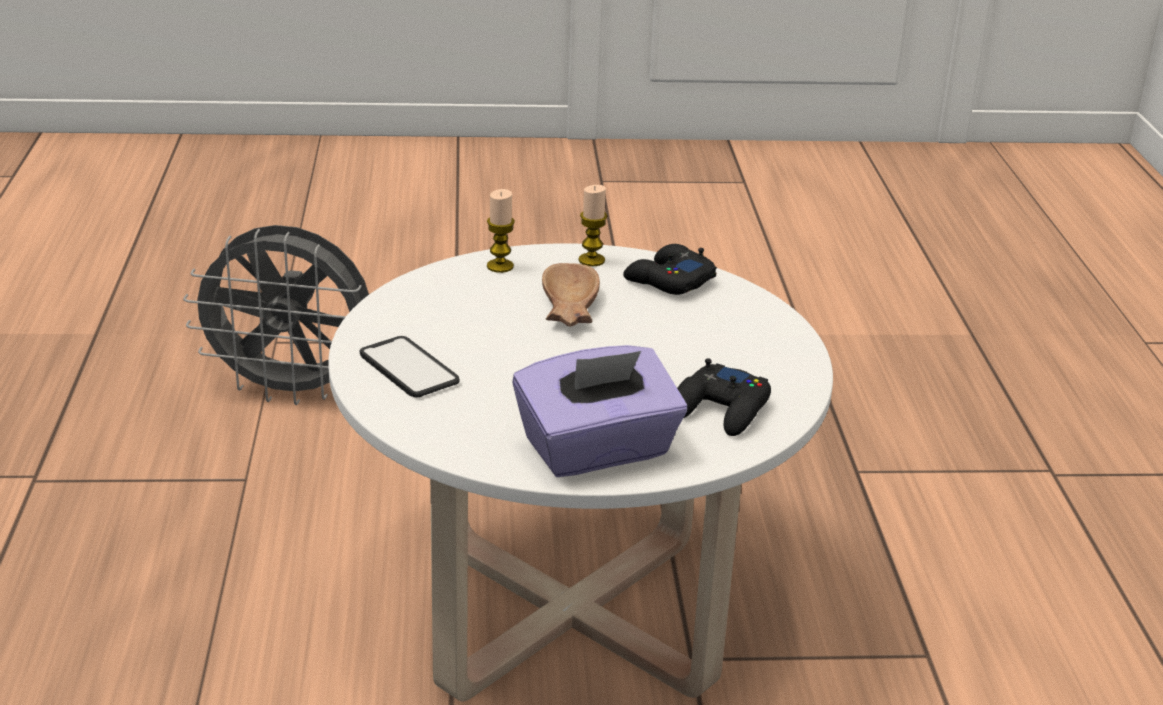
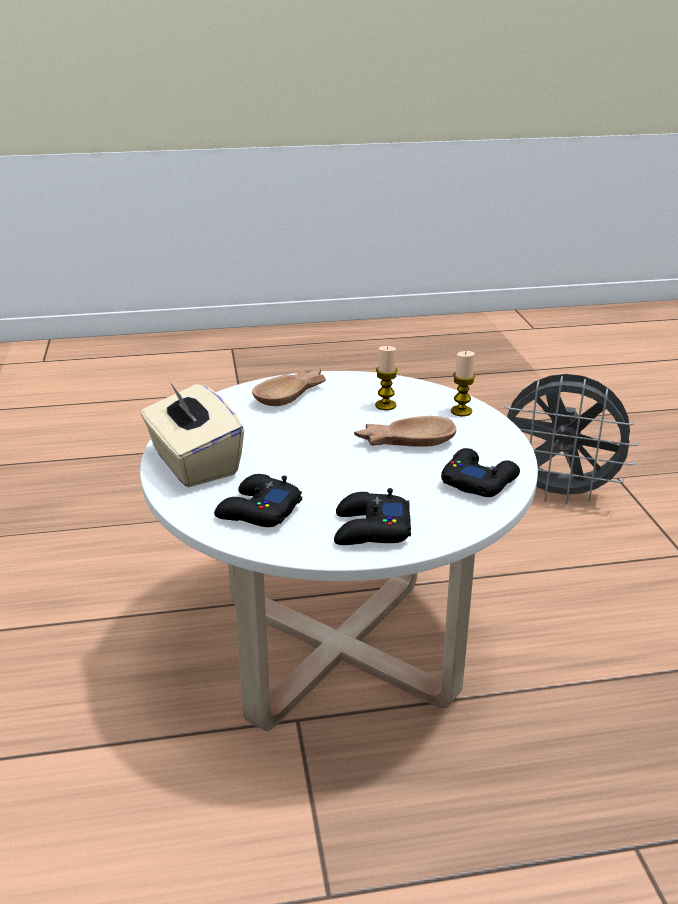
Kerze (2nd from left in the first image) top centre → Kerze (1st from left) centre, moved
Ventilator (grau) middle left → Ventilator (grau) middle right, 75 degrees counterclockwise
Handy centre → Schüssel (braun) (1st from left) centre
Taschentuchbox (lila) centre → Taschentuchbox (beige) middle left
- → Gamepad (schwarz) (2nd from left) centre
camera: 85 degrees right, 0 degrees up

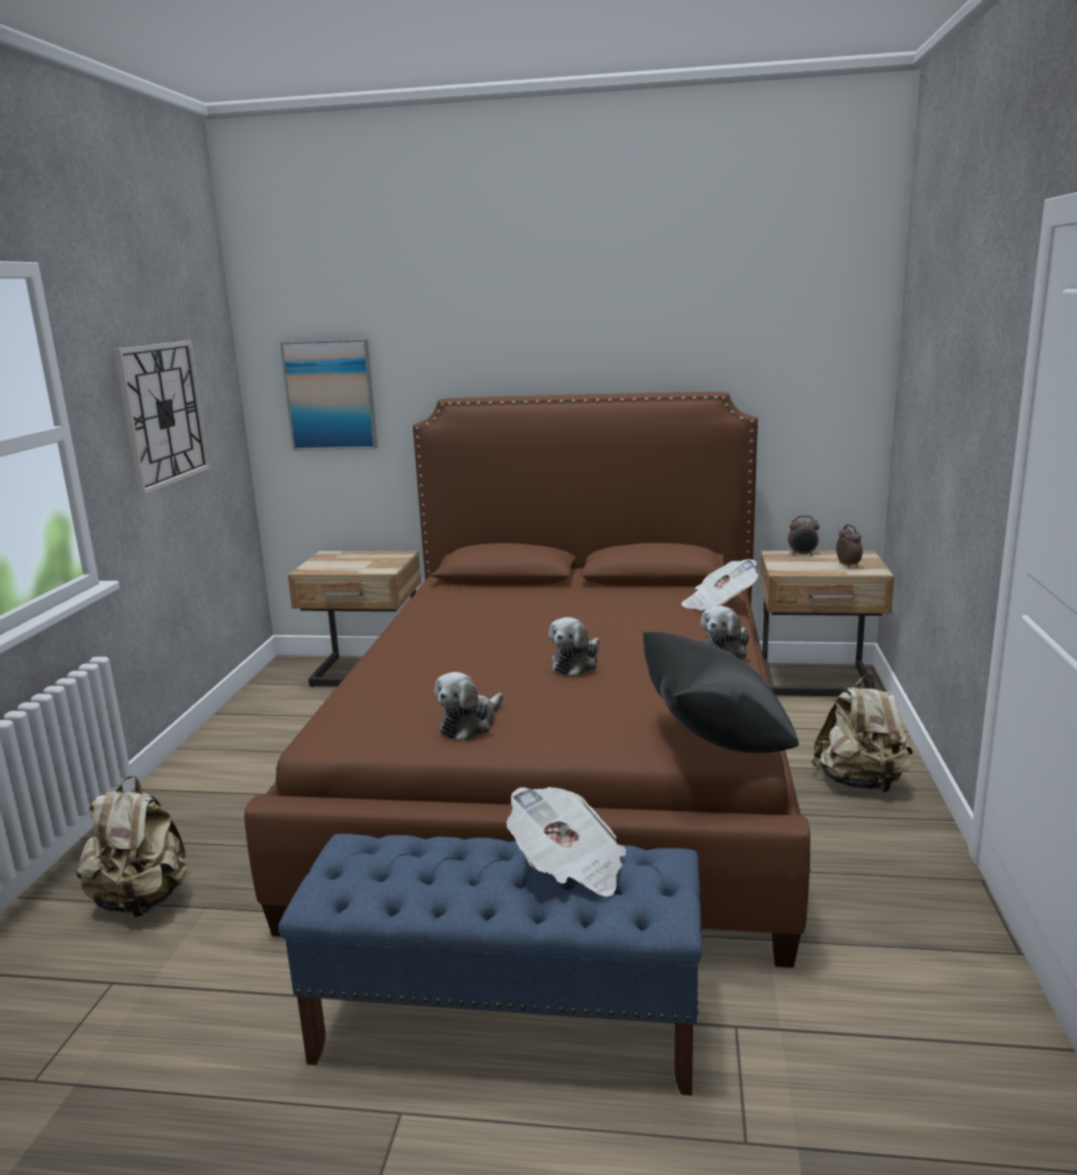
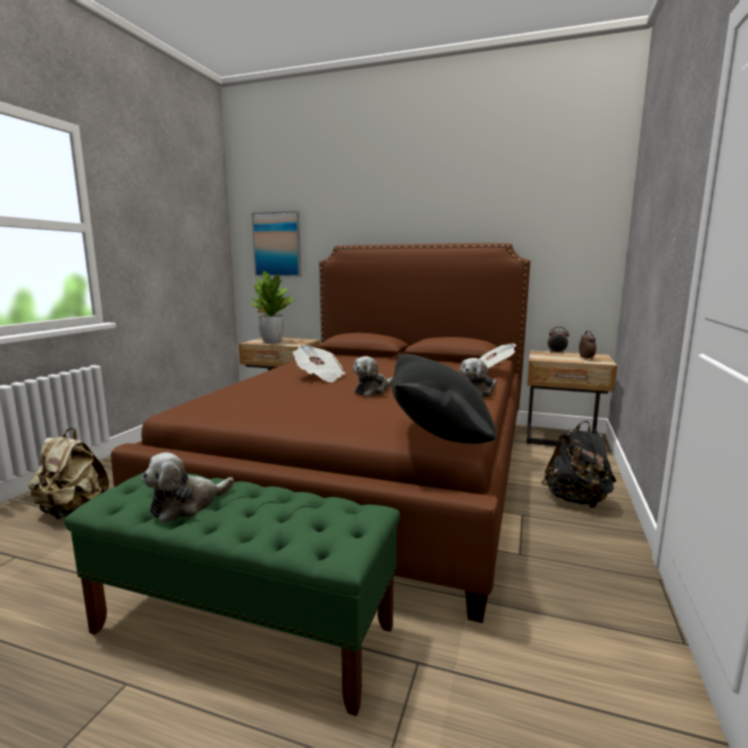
Wanduhr middle left → -
Plüschtier (1st from left) centre → Plüschtier (1st from left) middle left, moved
Rucksack (beige) (2nd from left) middle right → Rucksack (schwarz) middle right
Zeitung (1st from left) bottom centre → Zeitung (1st from left) centre, moved
Bank (blau) bottom centre → Bank (grün) bottom left
- → Topfpflanze centre
camera: 10 degrees right, 5 degrees down

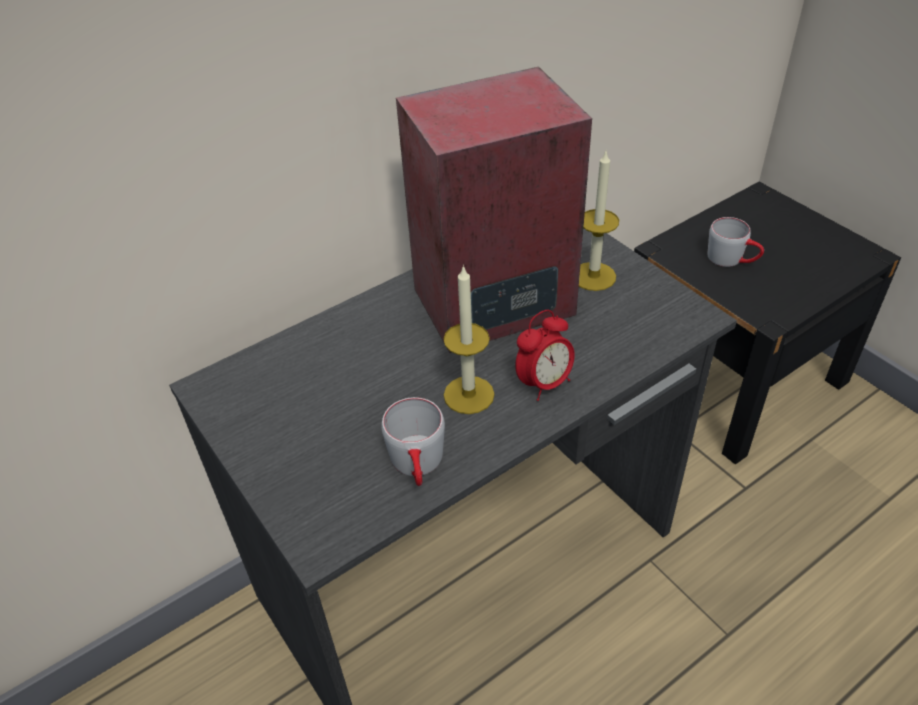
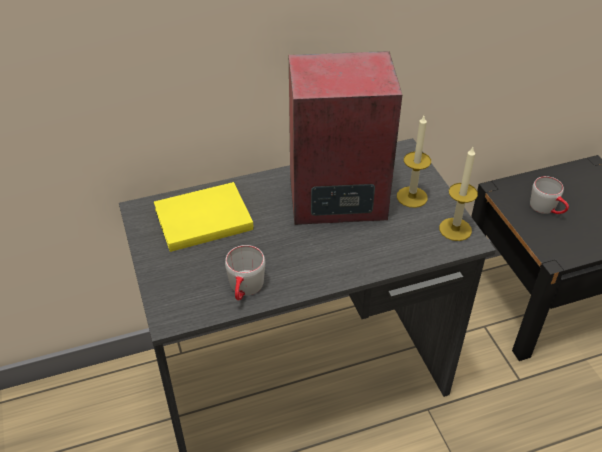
Kerze (1st from left in the first image) centre → Kerze (2nd from left) middle right, moved
Wecker centre → -
- → Buch (gelb) centre
camera: 15 degrees right, 0 degrees up

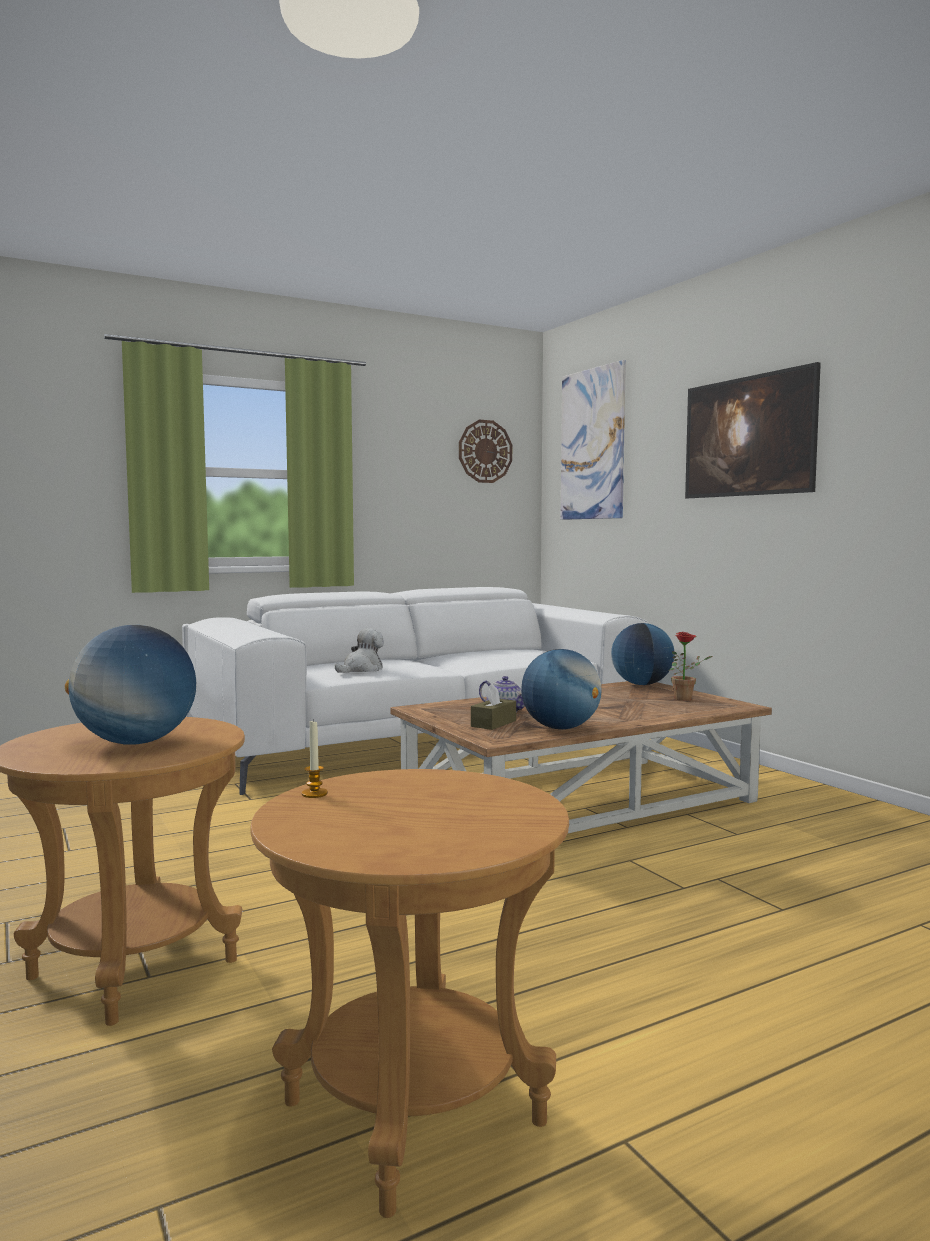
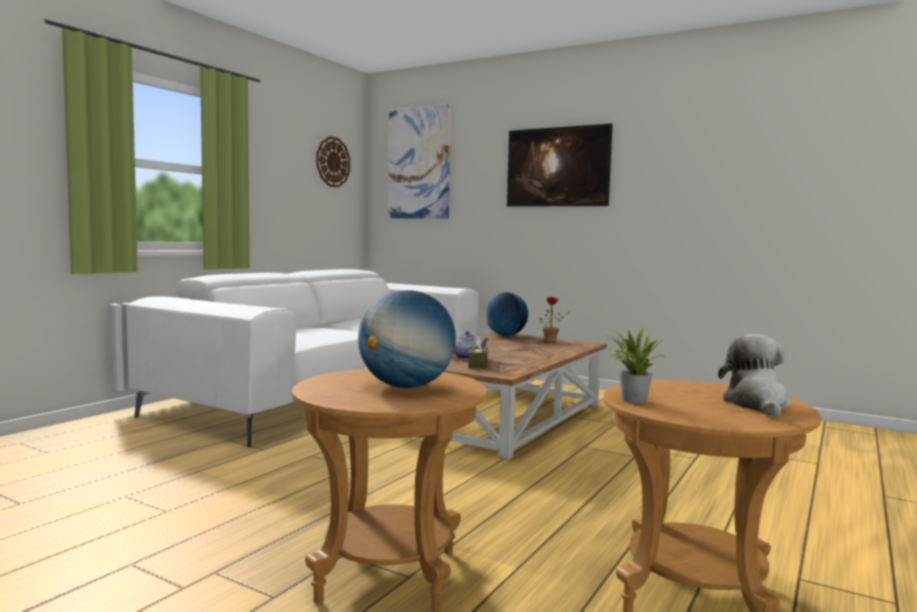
Plüschtier centre → Plüschtier middle right, moved
Globus (2nd from left) centre → -
Kerze centre → Topfpflanze (2nd from left) middle right
camera: 30 degrees left, 0 degrees up

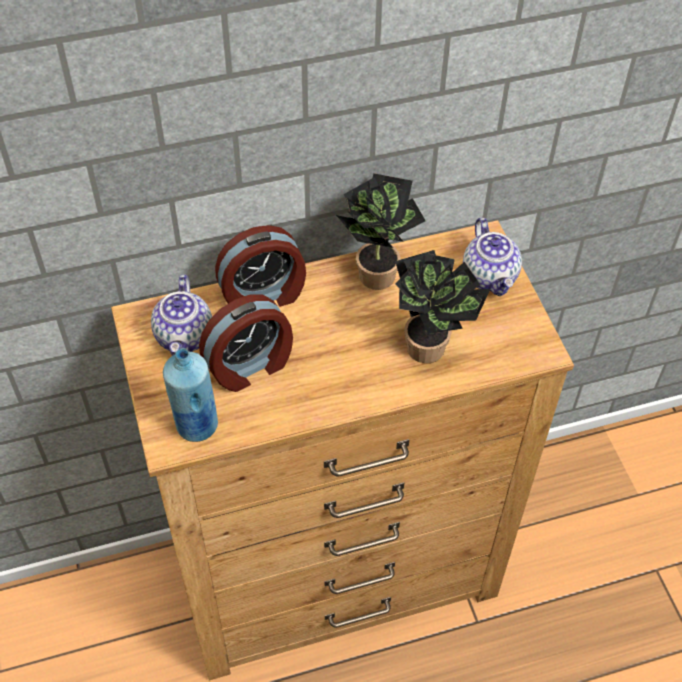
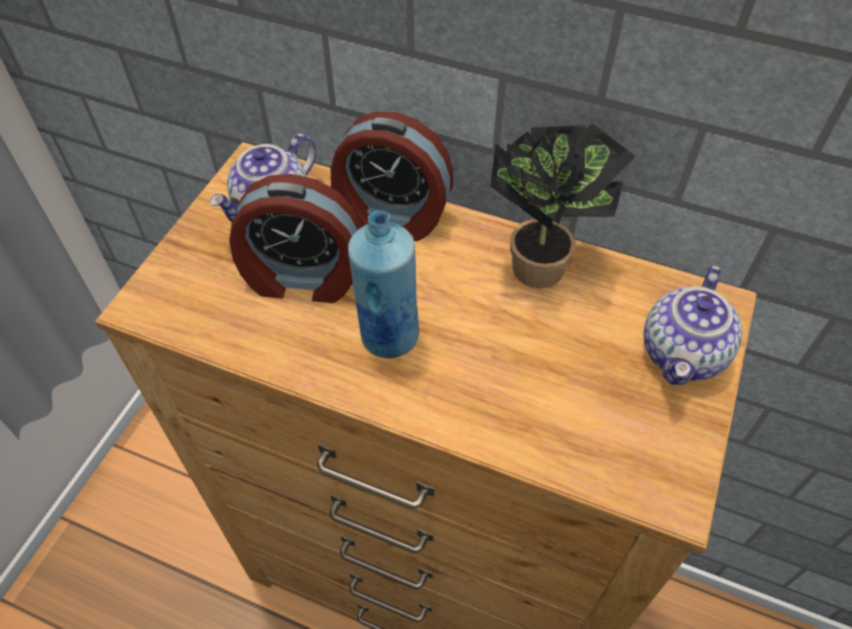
Topfpflanze (2nd from left) centre → -
Flasche (blau) middle left → Flasche (blau) centre, moved
camera: 40 degrees right, 0 degrees up

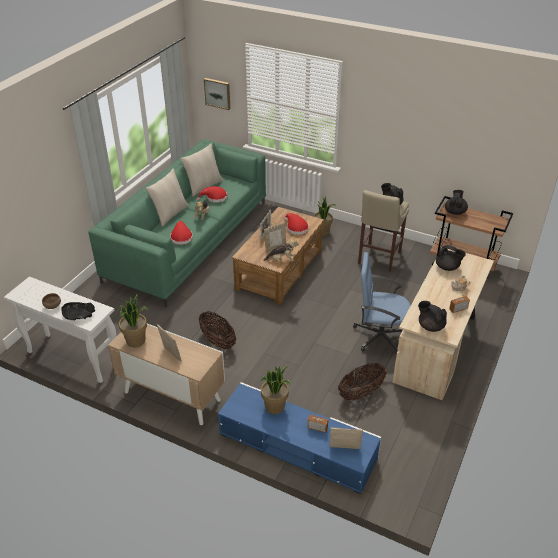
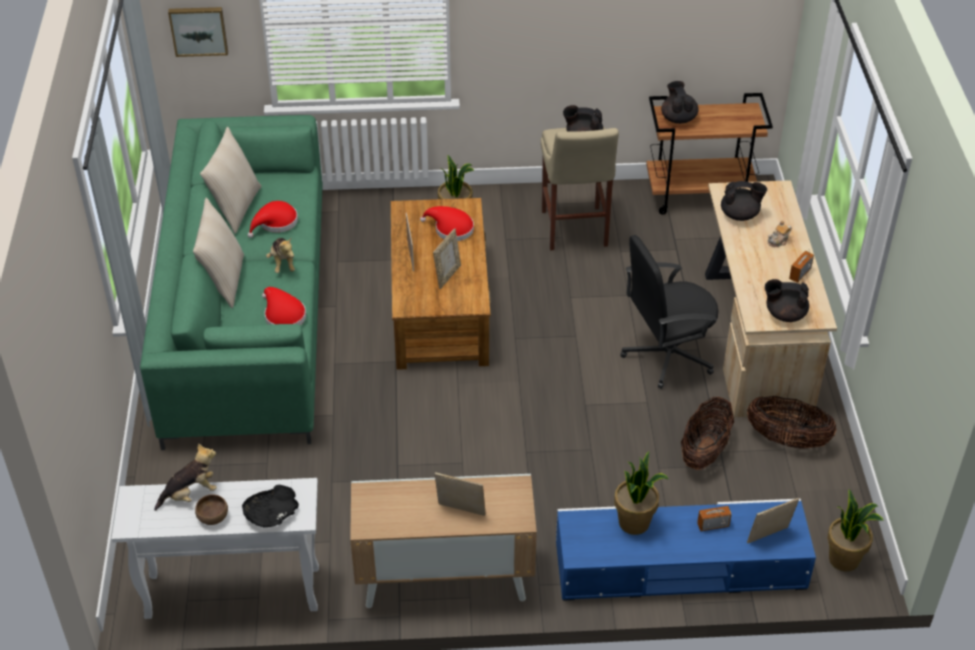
Plüschtier (2nd from left in the first image) centre → Plüschtier (1st from left) bottom left, moved
Bürostuhl (blau) middle right → Bürostuhl (schwarz) middle right
Topfpflanze (1st from left in the first image) middle left → Topfpflanze (3rd from left) bottom right, moved
Korb (1st from left in the first image) centre → Korb (2nd from left) middle right, moved
camera: 30 degrees left, 5 degrees up

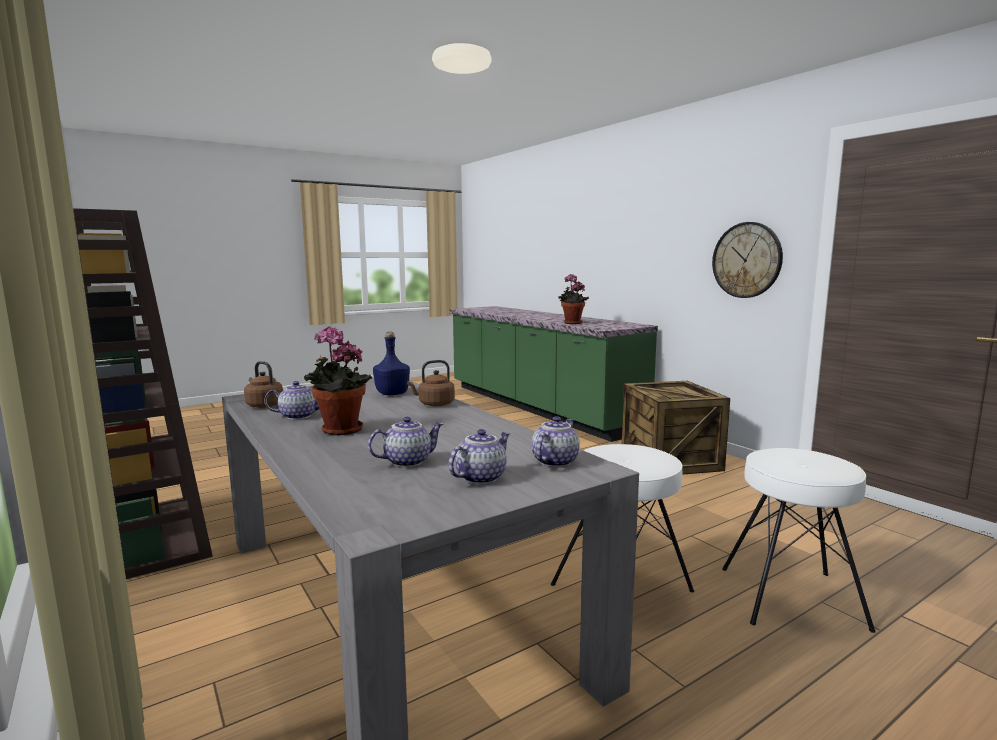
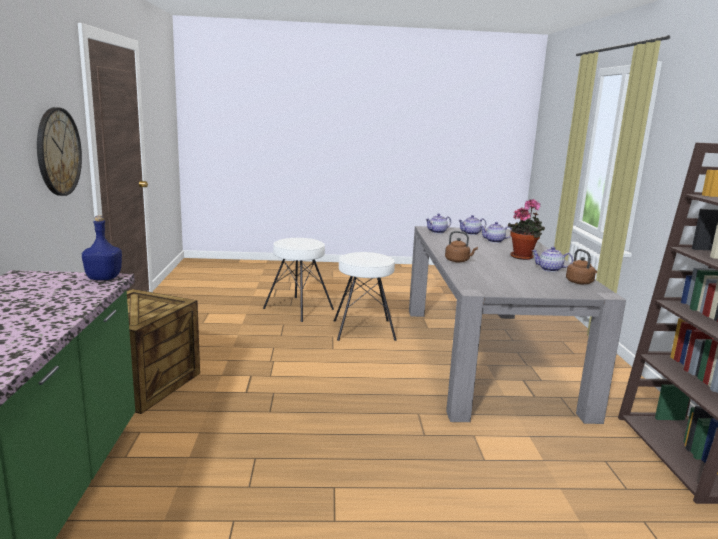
Topfpflanze (2nd from left) centre → -
Flasche (blau) centre → Flasche (blau) middle left, moved
camera: 150 degrees left, 5 degrees up

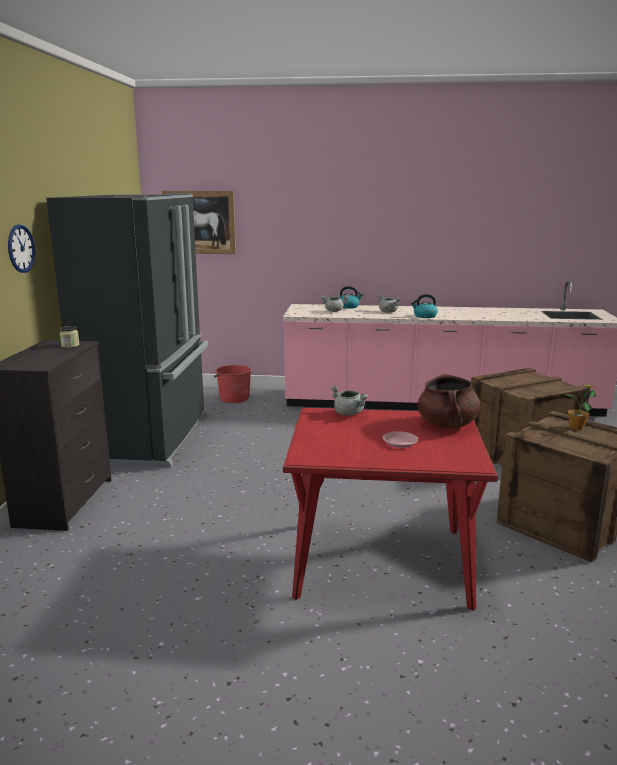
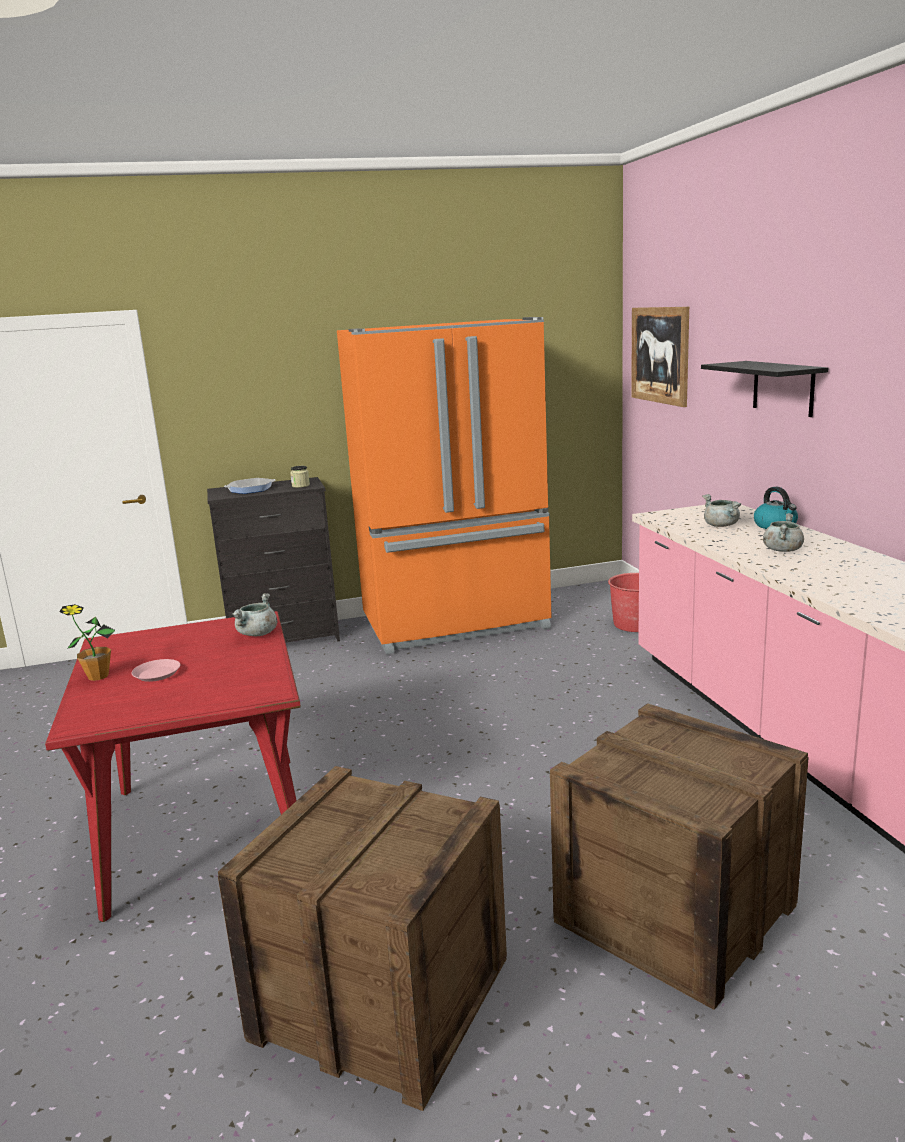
Kühlschrank (schwarz) middle left → Kühlschrank (orange) centre
Wanduhr top left → -
Wasserkessel (2nd from left) middle right → -
Kochtopf (braun) middle right → -
Topfpflanze middle right → Topfpflanze middle left, moved
- → Wandregal (schwarz) middle right
- → Pfanne middle left
camera: 70 degrees right, 0 degrees up

